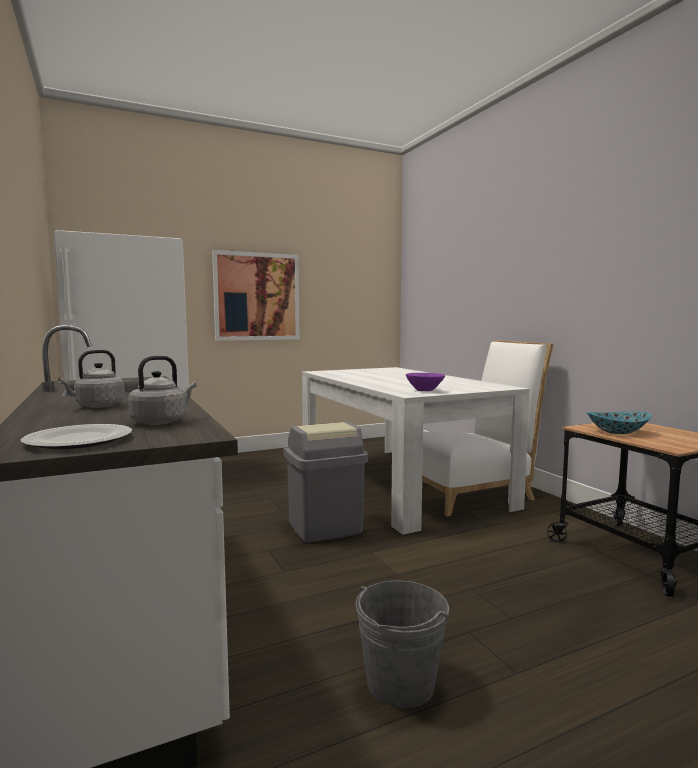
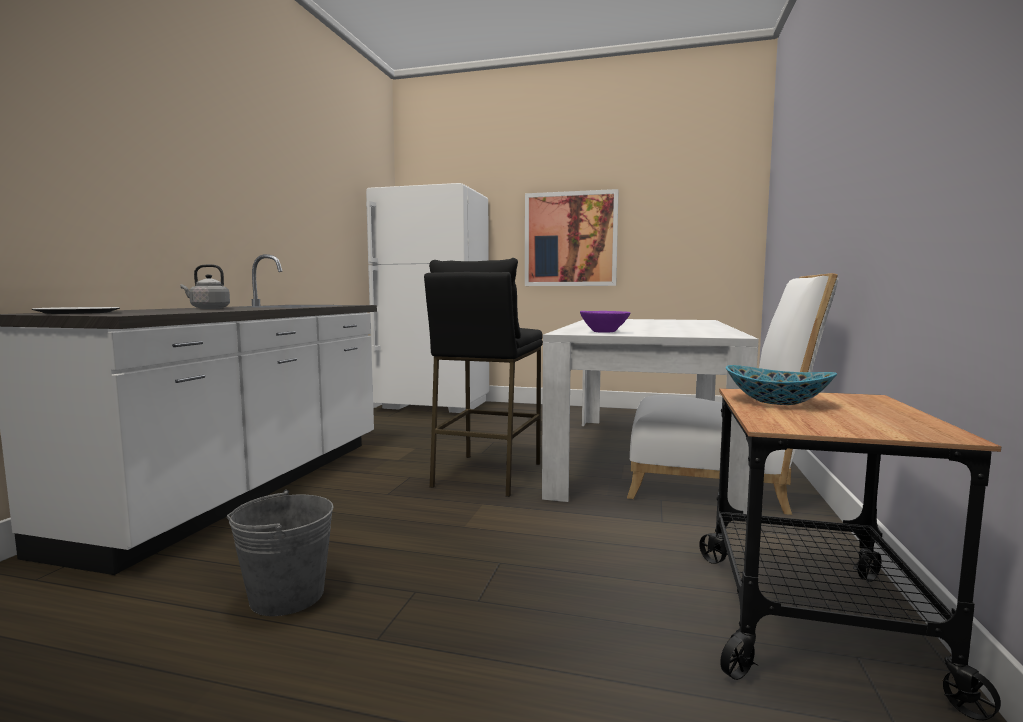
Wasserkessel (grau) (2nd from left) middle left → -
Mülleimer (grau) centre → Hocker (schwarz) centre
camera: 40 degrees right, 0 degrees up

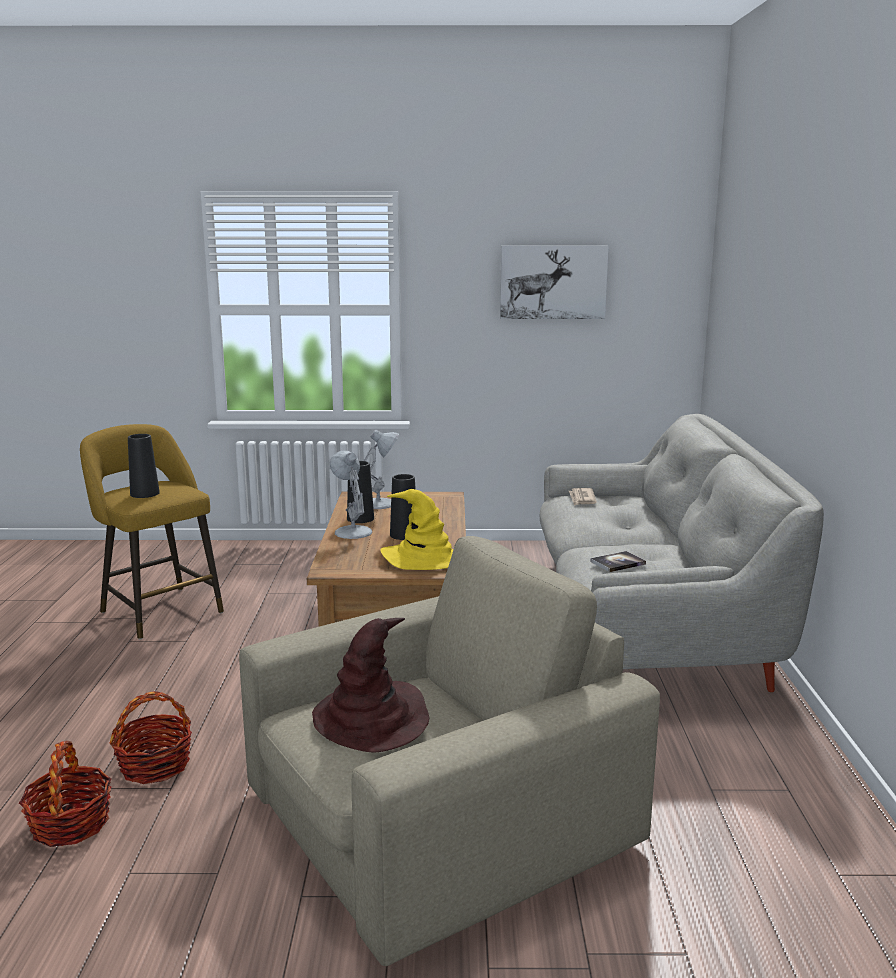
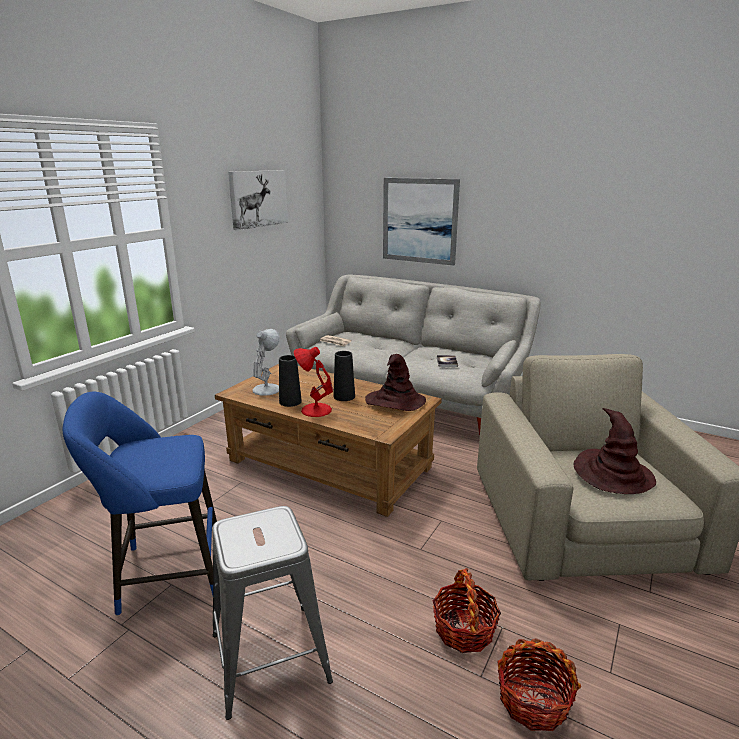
Hocker (gelb) middle left → Hocker (blau) bottom left
Vase (schwarz) (1st from left) middle left → -
Tischlampe (weiß) (1st from left) centre → Tischlampe (rot) centre
Hut (gelb) centre → Hut (braun) (1st from left) centre
- → Bild (2nd from left) top centre
- → Hocker (grau) bottom centre
camera: 60 degrees left, 5 degrees up

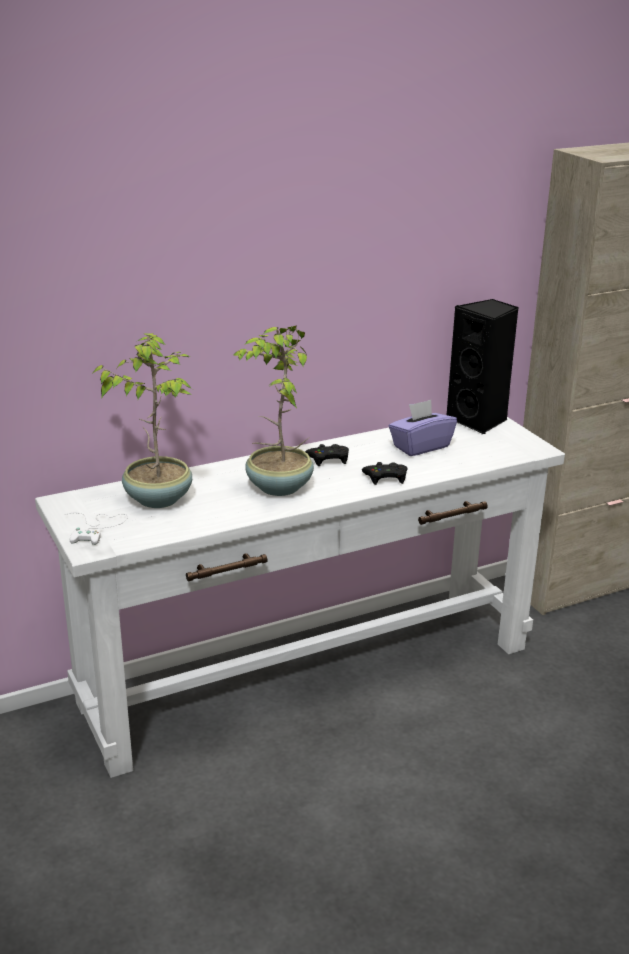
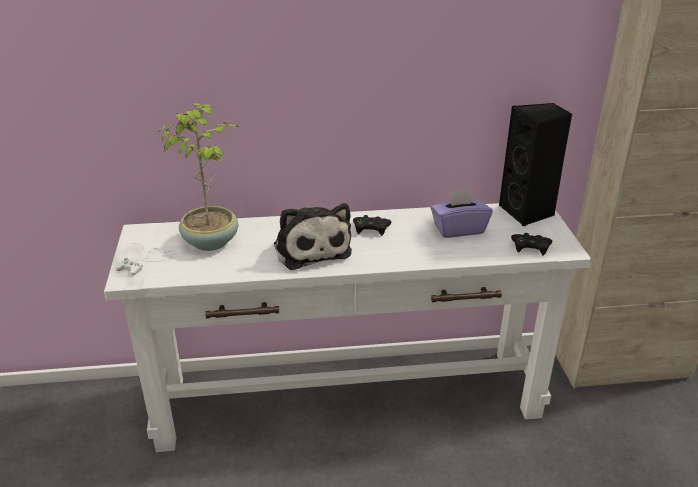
Topfpflanze (2nd from left) centre → Plüschtier centre
Gamepad (schwarz) (2nd from left) centre → Gamepad (schwarz) (2nd from left) middle right, moved
camera: 20 degrees right, 5 degrees up

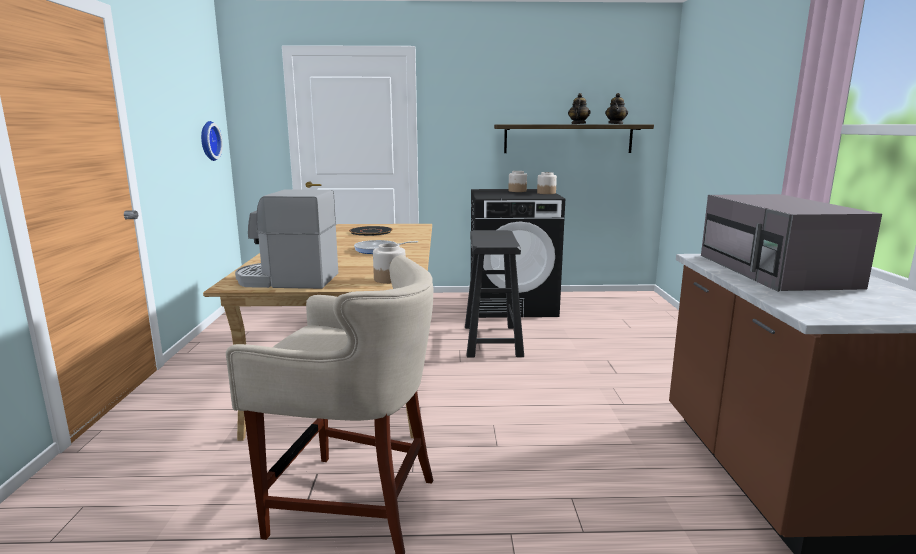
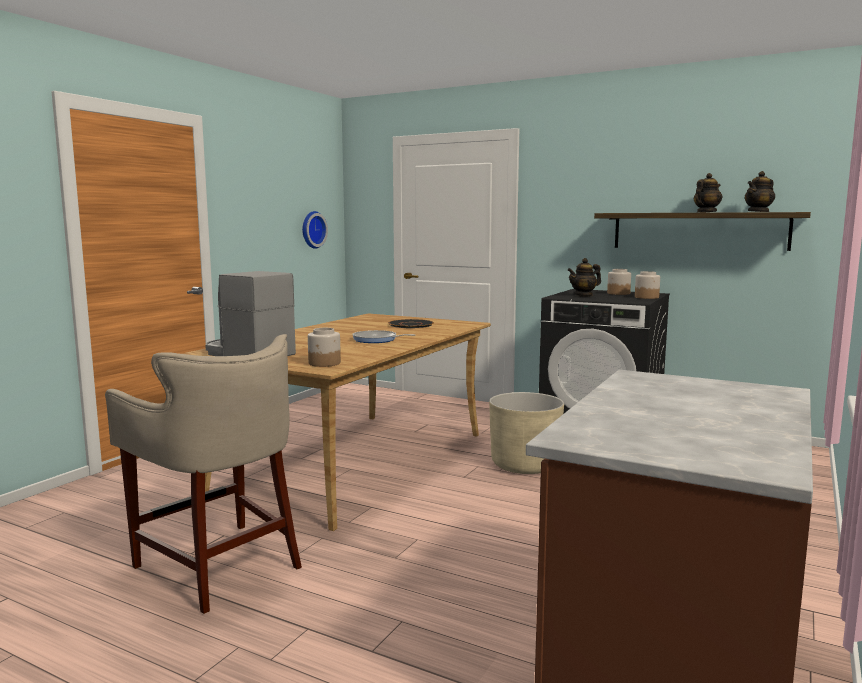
Mikrowelle (grau) middle right → -
Hocker (schwarz) centre → Pflanzkübel (beige) centre
- → Teekanne (1st from left) middle right
camera: 30 degrees right, 5 degrees down

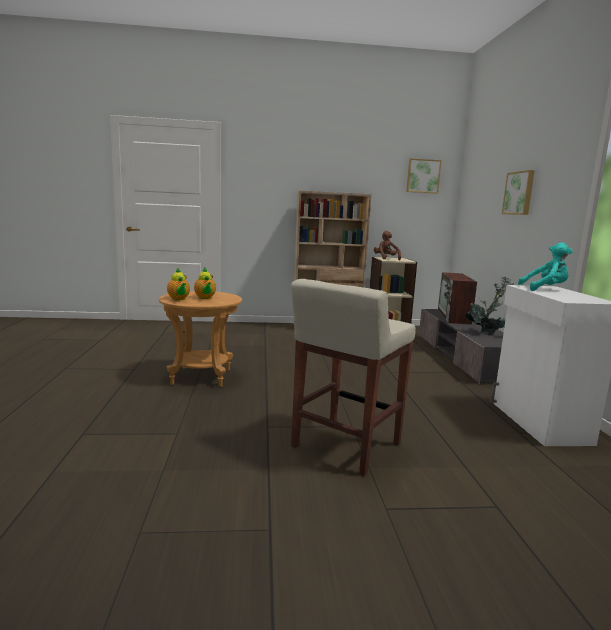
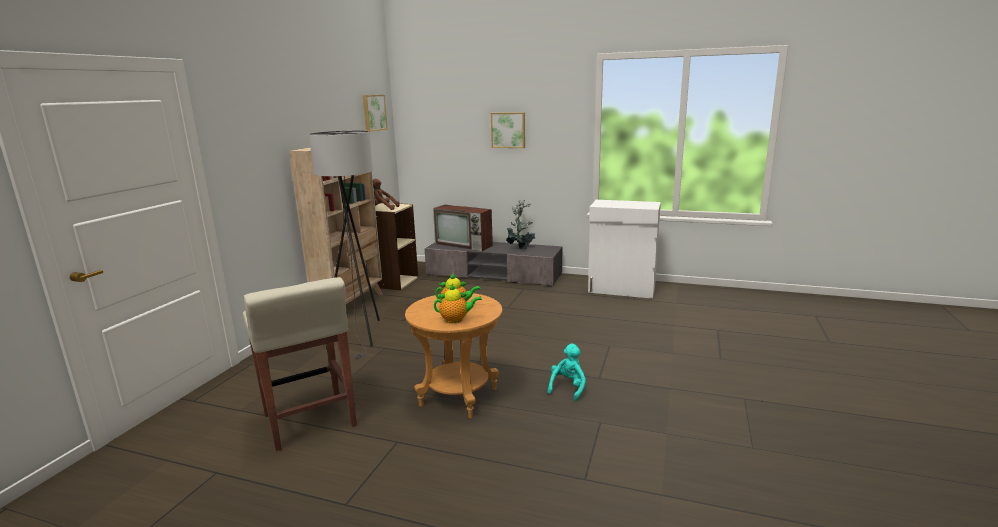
Plüschtier (türkis) middle right → Plüschtier (türkis) bottom centre, moved
Hocker (beige) centre → Hocker (beige) bottom left, moved
- → Stehlampe (grau) centre
camera: 65 degrees left, 5 degrees up

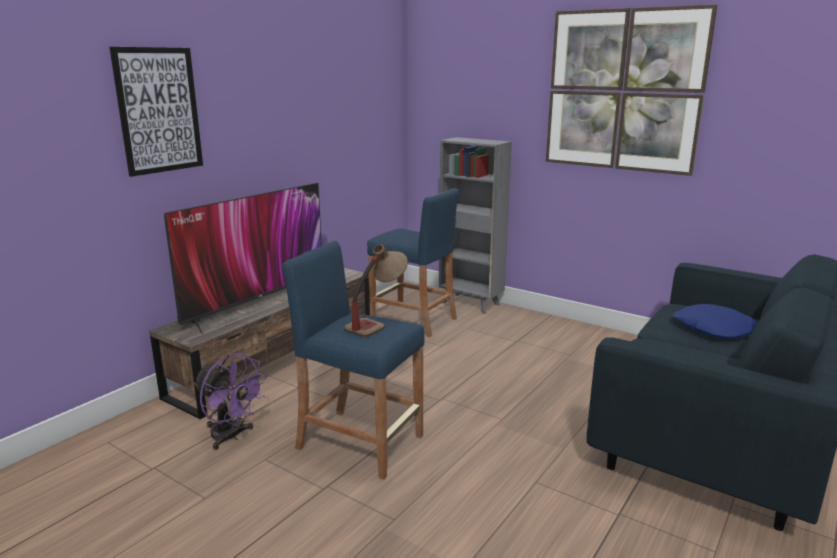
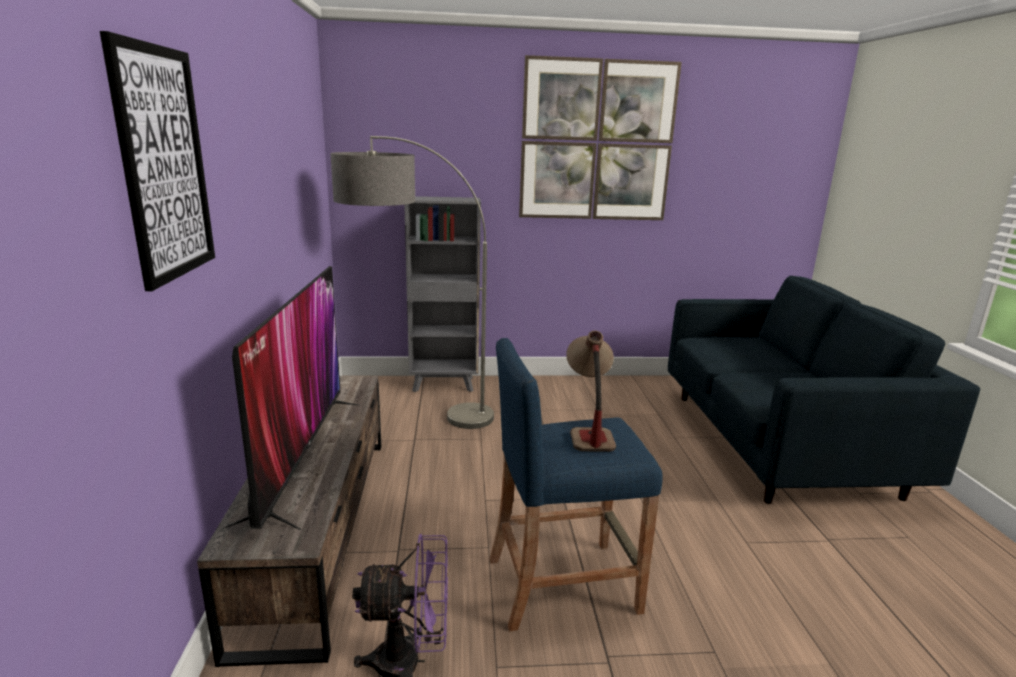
Hocker (blau) (2nd from left) centre → Stehlampe centre
Kissen (blau) middle right → -
camera: 40 degrees left, 0 degrees up

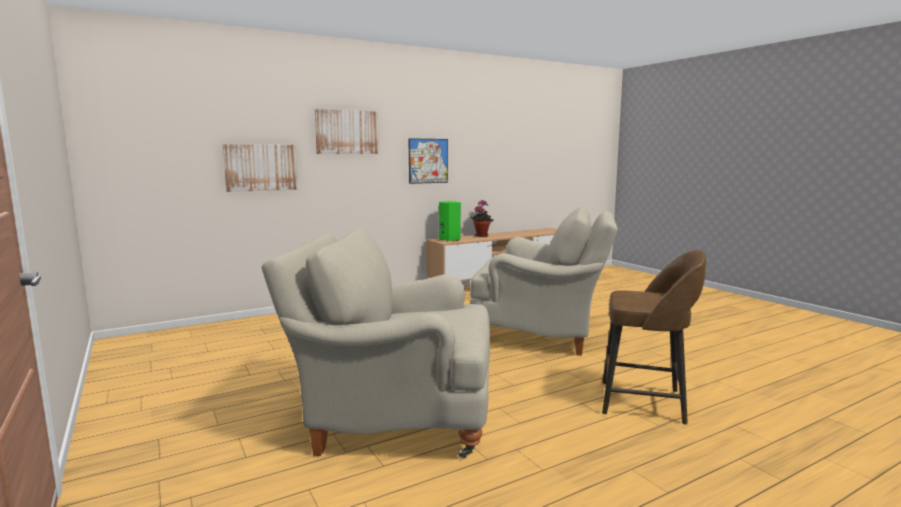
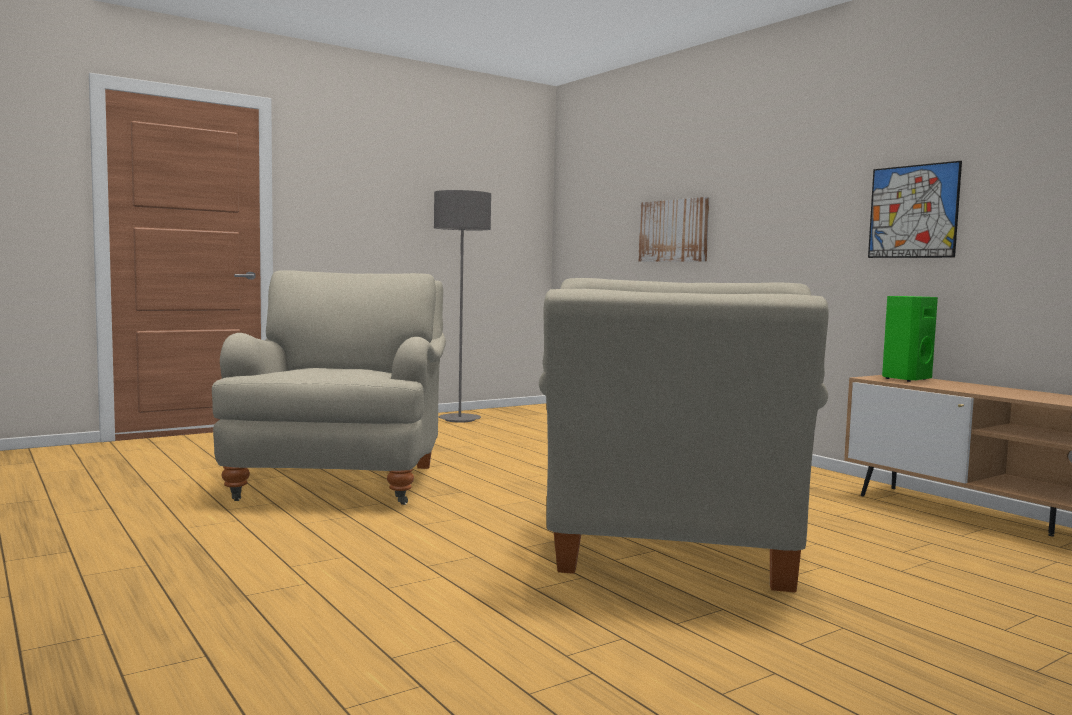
Bild (2nd from left) top centre → -
Topfpflanze centre → -
Hocker (braun) middle right → -
- → Stehlampe (grau) centre
camera: 85 degrees right, 5 degrees down

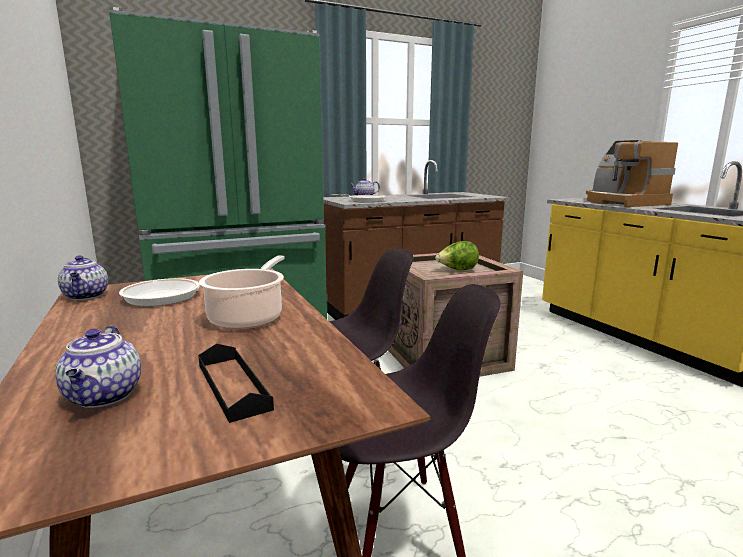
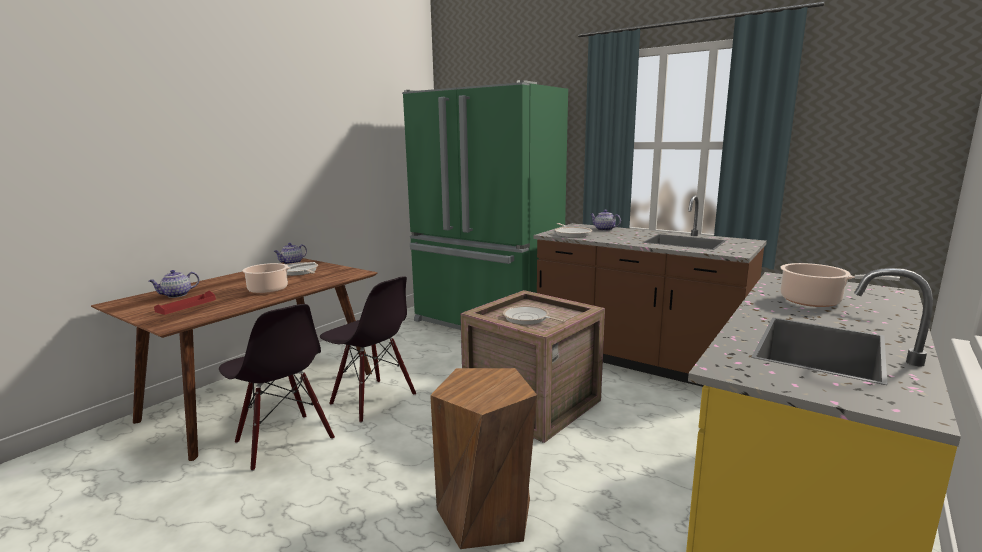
Kaffeemaschine top right → Kochtopf (2nd from left) middle right
Salatkopf centre → Pfanne (2nd from left) centre
Tablett (schwarz) bottom left → Tablett (rot) middle left
- → Hocker (braun) bottom centre
camera: 60 degrees right, 0 degrees up

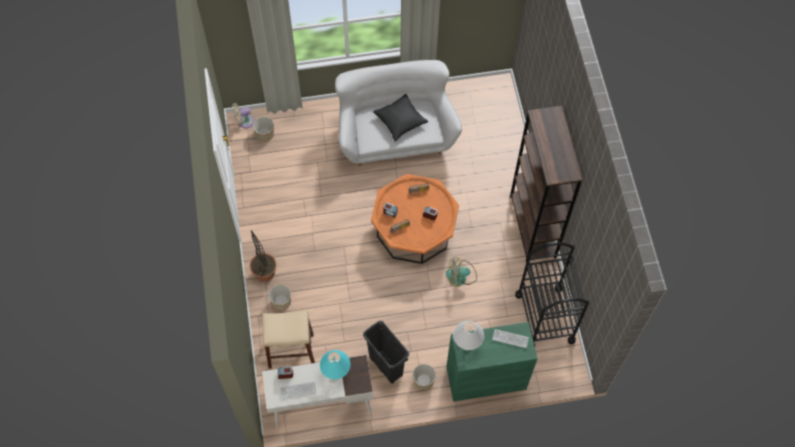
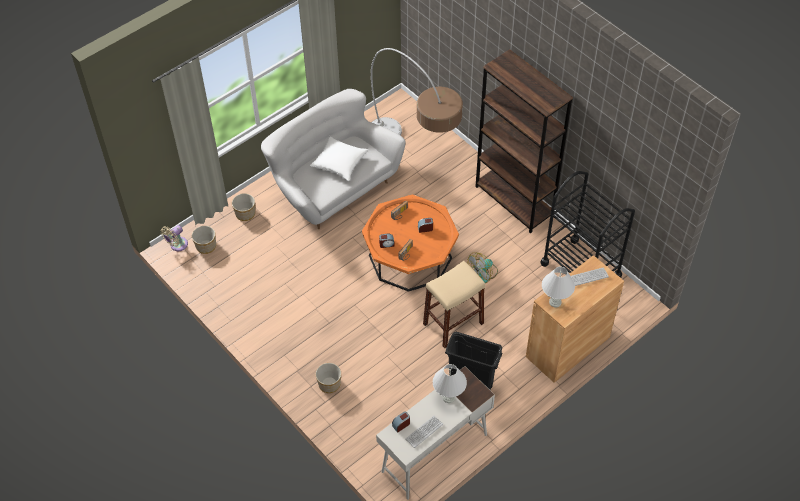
Kissen (schwarz) top centre → Kissen (weiß) top centre
Topfpflanze middle left → -
Hocker (beige) bottom centre → Hocker (beige) centre, moved
Schrank (grün) bottom centre → Schrank (braun) middle right
Tischlampe (türkis) bottom centre → Tischlampe (weiß) (1st from left) bottom centre
Pflanzkübel (3rd from left in the first image) bottom centre → Pflanzkübel (2nd from left) middle left, moved
- → Stehlampe top centre
camera: 30 degrees left, 10 degrees down

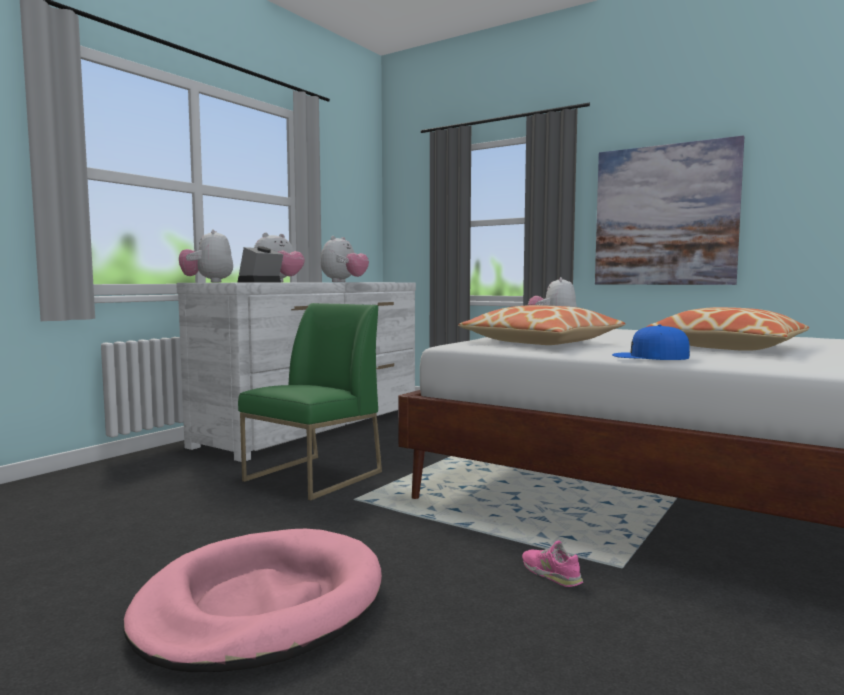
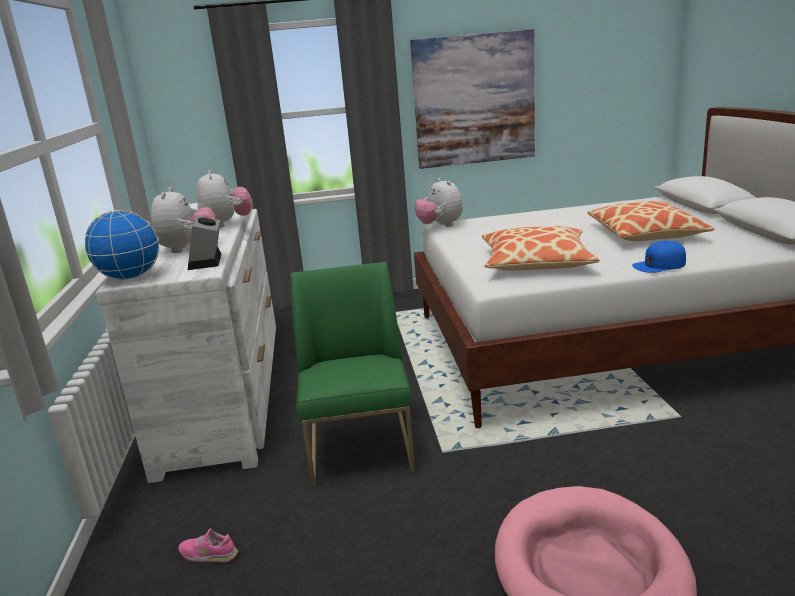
Plüschtier (1st from left) middle left → Globus middle left
Schuh (rosa) bottom centre → Schuh (rosa) bottom left, moved
camera: 40 degrees left, 15 degrees up

